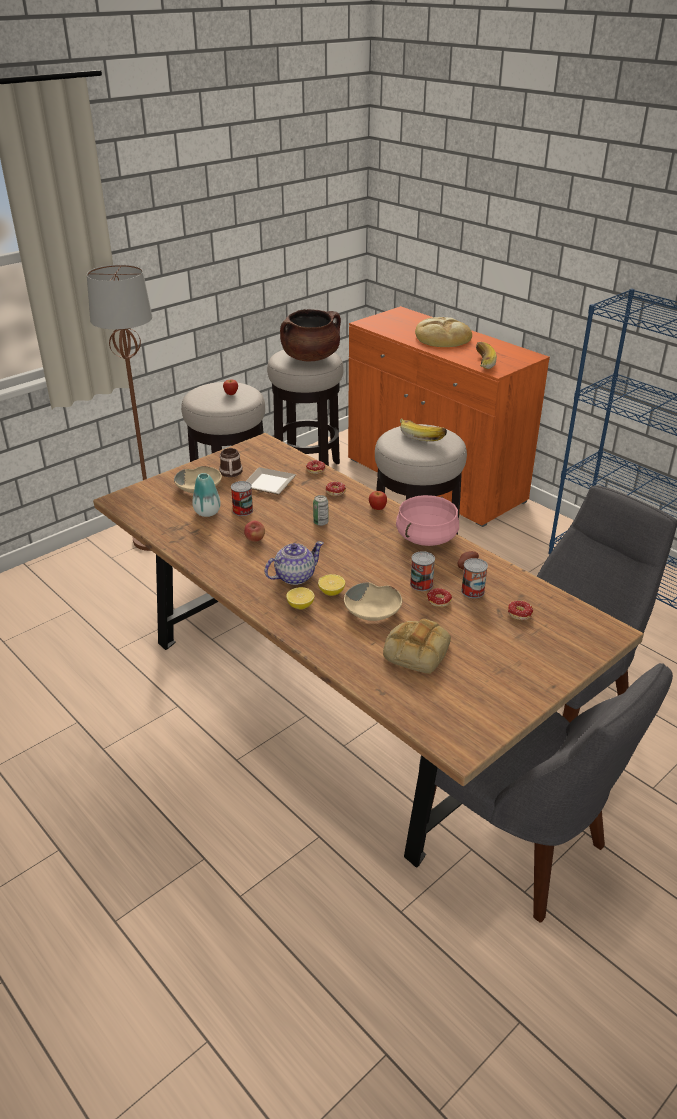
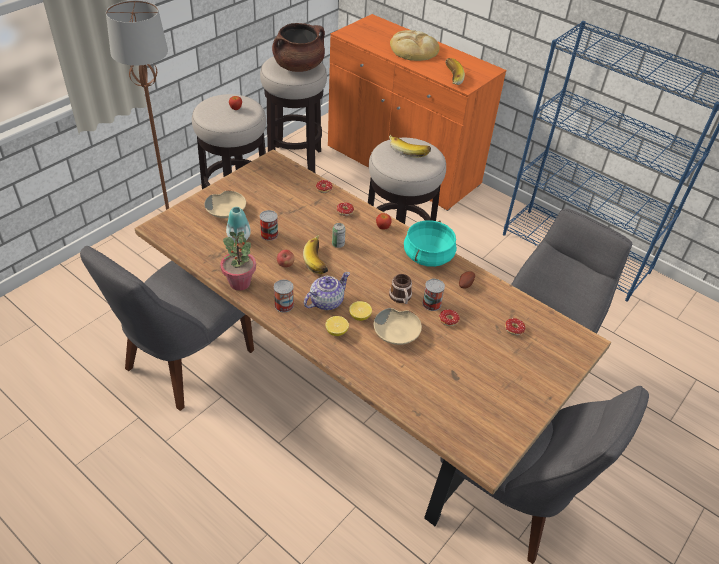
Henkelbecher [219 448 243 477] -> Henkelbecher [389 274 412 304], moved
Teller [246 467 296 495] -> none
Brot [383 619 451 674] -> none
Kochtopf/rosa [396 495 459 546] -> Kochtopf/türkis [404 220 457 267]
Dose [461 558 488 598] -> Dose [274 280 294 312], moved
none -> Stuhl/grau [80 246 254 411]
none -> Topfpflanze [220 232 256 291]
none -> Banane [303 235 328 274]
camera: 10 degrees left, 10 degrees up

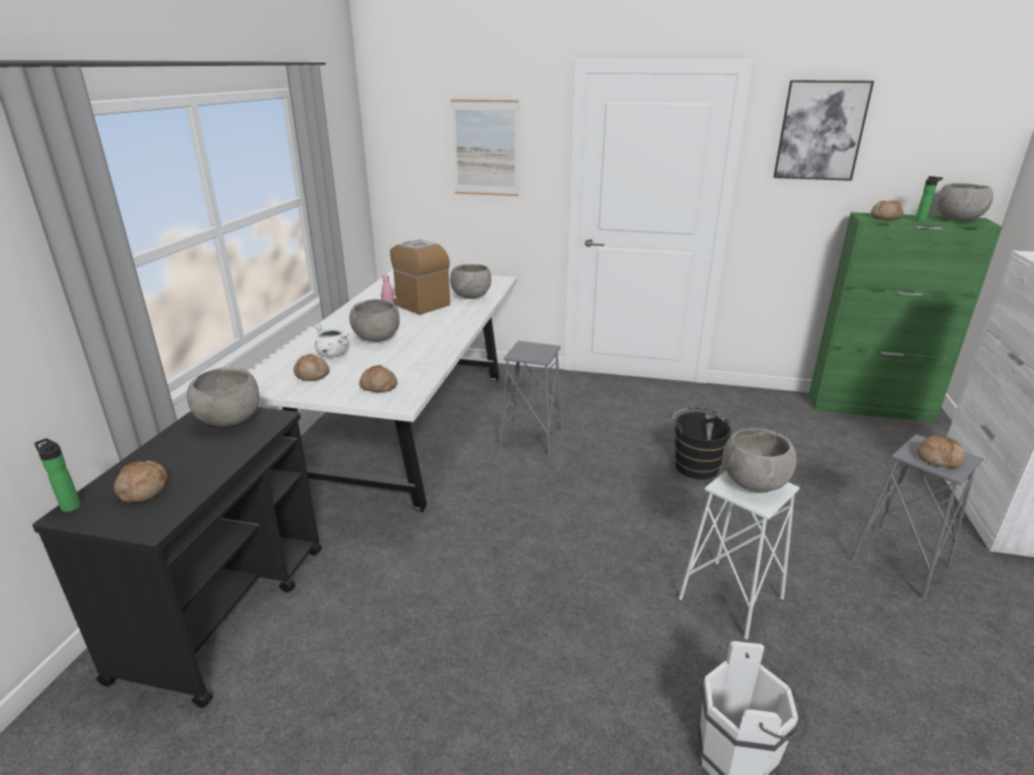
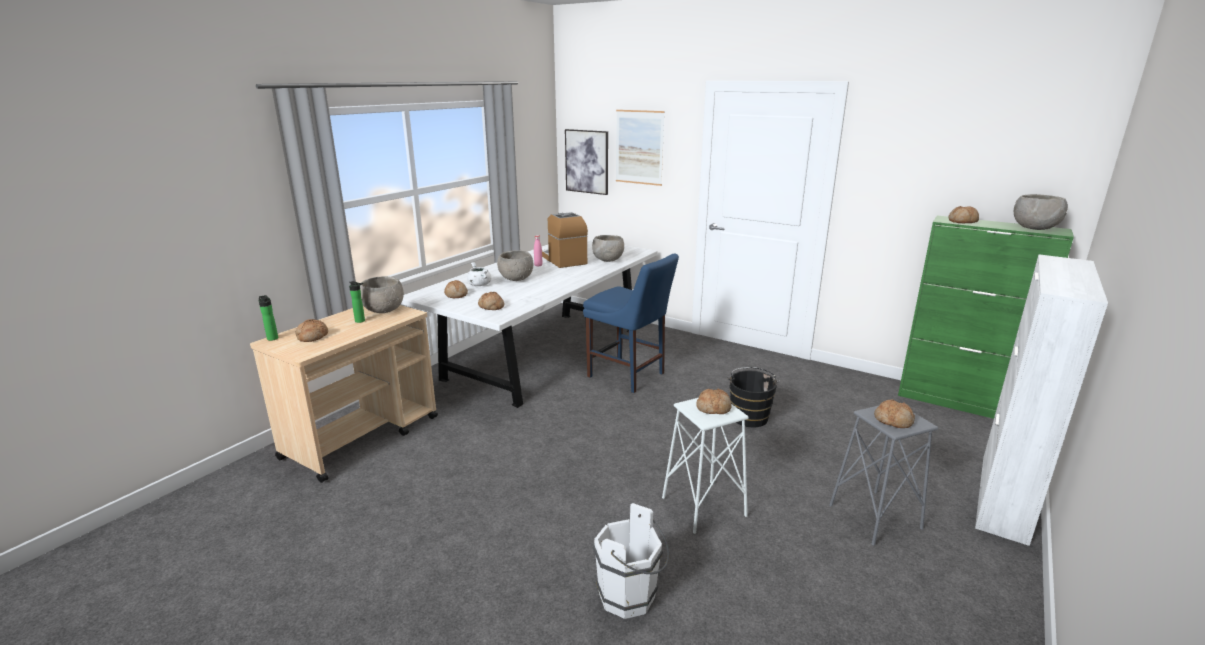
Rollwagen/schwarz [32 407 322 708] -> Rollwagen/beige [250 305 438 483]
Hocker/grau [498 341 563 457] -> Stuhl/blau [583 254 679 393]
Schüssel/grau [723 428 796 492] -> Brot [696 389 732 414]
Bild [773 80 874 181] -> Bild [565 129 608 195], moved
Flasche [915 176 943 222] -> Flasche [349 281 365 323], moved
camera: 20 degrees right, 5 degrees down

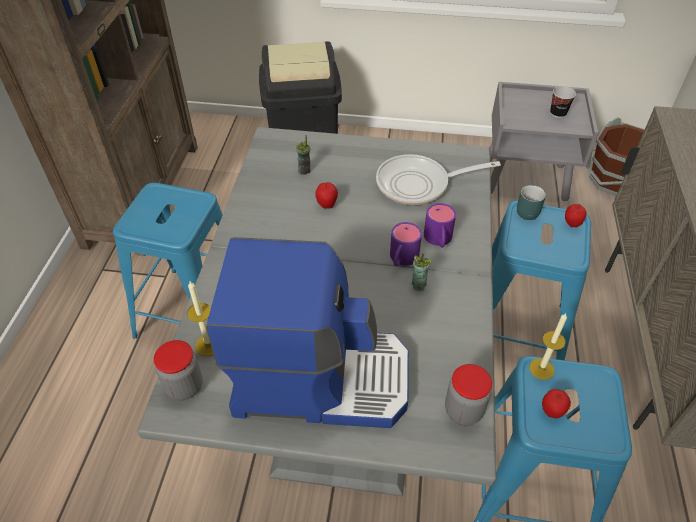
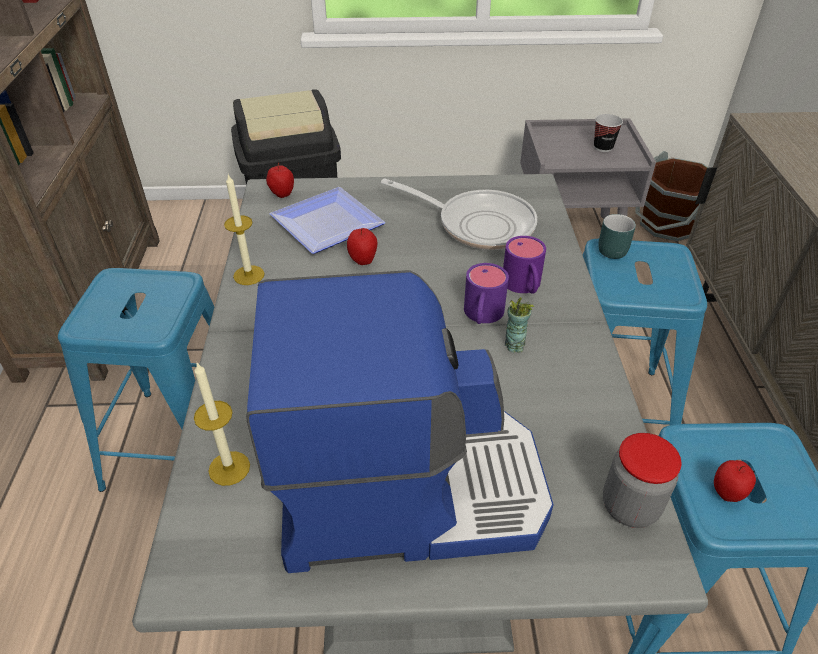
Vorratsglas [154 340 203 400] -> none
Tasse [295 135 311 175] -> Teller [270 187 385 254]
Pfanne [376 154 501 205] -> Pfanne [381 178 537 250], 135 degrees counterclockwise
Kerze [529 313 567 380] -> Kerze [224 174 265 285], moved
Apfel [565 204 586 227] -> Apfel [266 163 294 198], moved
camera: 10 degrees left, 5 degrees down

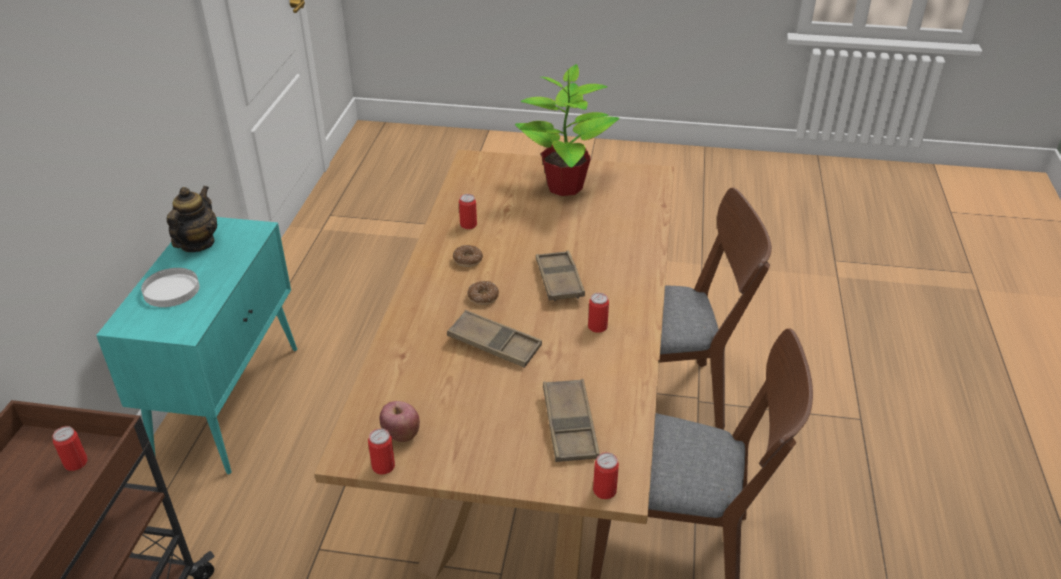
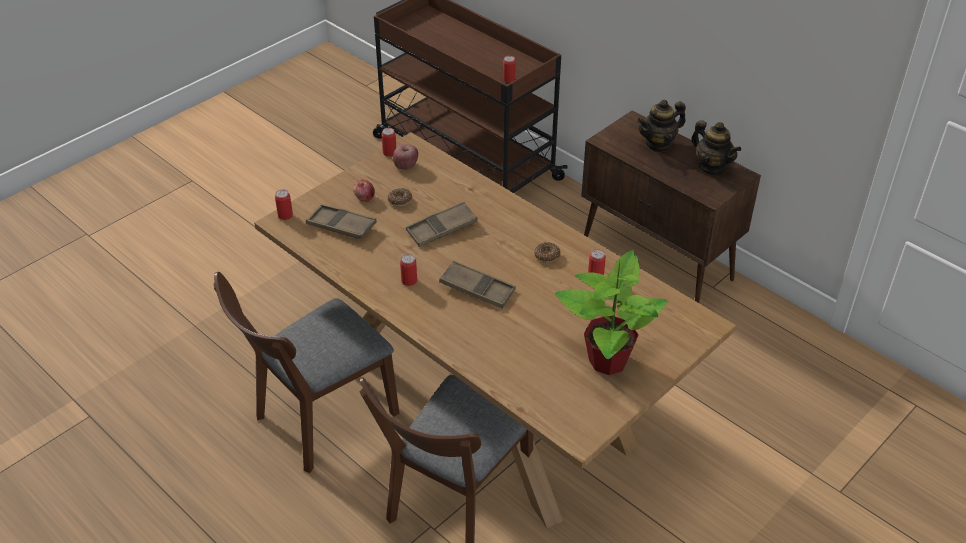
Schrank/türkis [96 217 297 474] -> Schrank/braun [581 110 761 303]
Teller/weiß [141 268 199 307] -> Teekanne [637 100 686 152]
Donut [467 281 499 305] -> Donut [387 188 412 207], moved
none -> Apfel [353 179 375 202]
camera: 125 degrees right, 5 degrees up

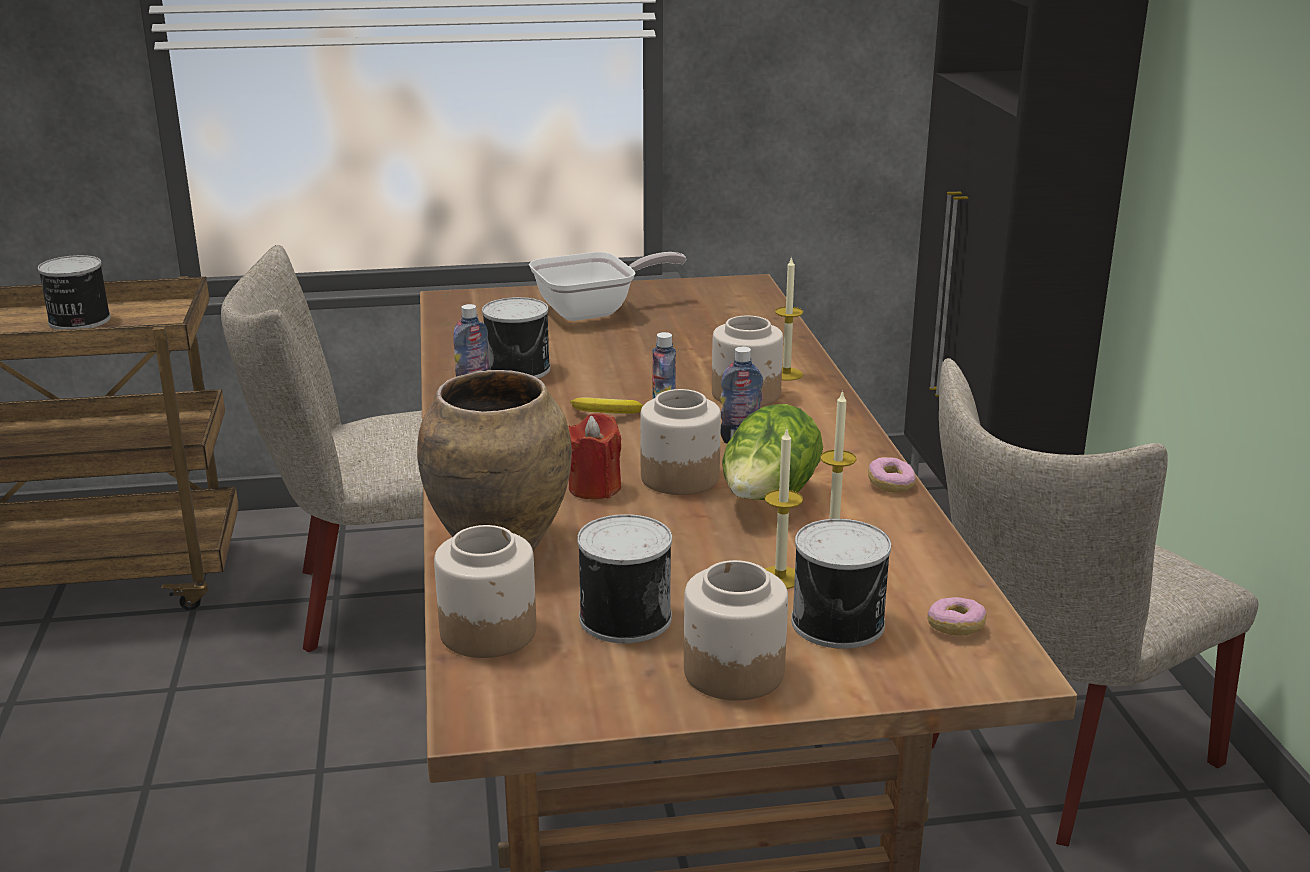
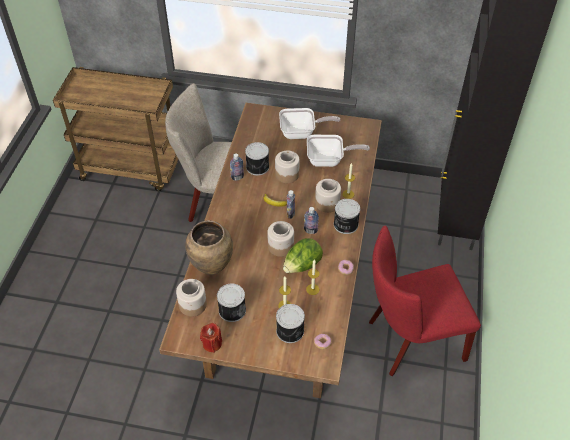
Dose [38 255 111 330] -> Dose [334 199 360 234], moved
Kerze/rot [568 413 621 499] -> Kerze/rot [200 323 222 353], moved
Vorratsglas [684 560 788 701] -> Vorratsglas [275 151 300 183], moved
Stuhl/beige [932 358 1258 847] -> Stuhl/rot [369 225 481 376]
none -> Pfanne [307 135 370 167]
camera: 20 degrees right, 25 degrees up

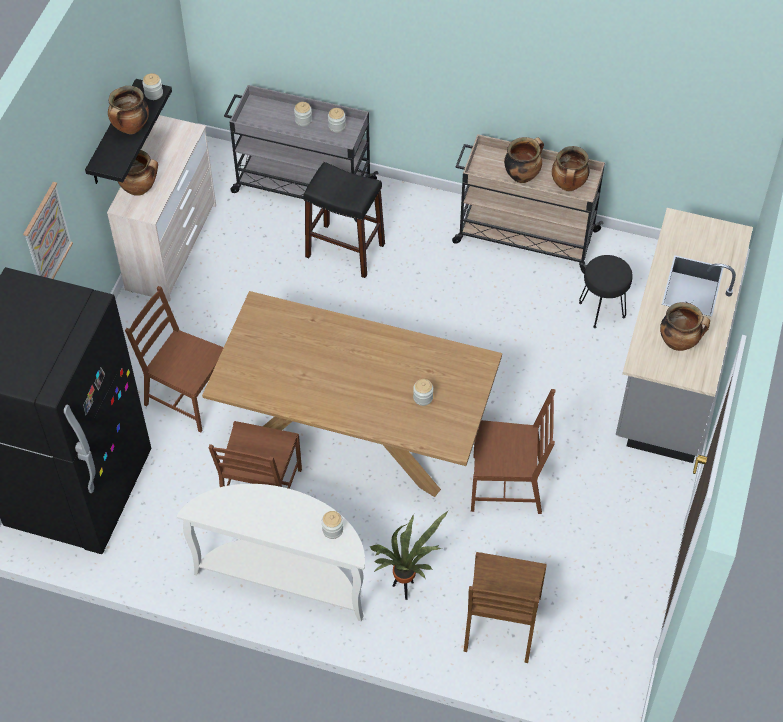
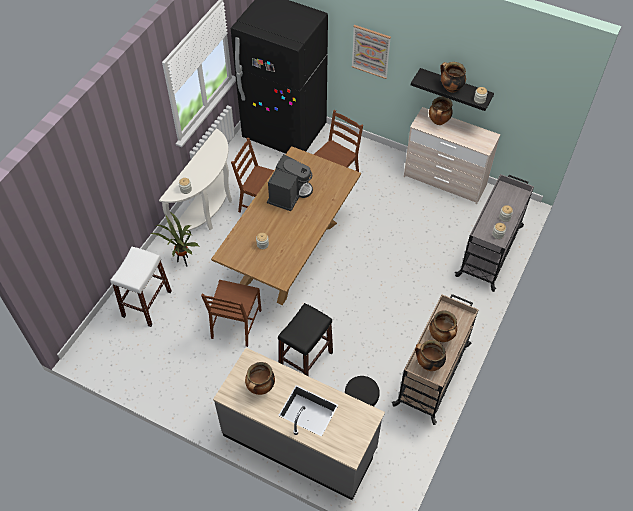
Hocker/schwarz [303 162 385 278] -> Hocker/schwarz [278 303 333 376], moved
Stuhl/braun [464 552 547 663] -> Hocker/weiß [110 247 172 327]
none -> Kaffeemaschine [267 154 313 211]
camera: 100 degrees right, 0 degrees up

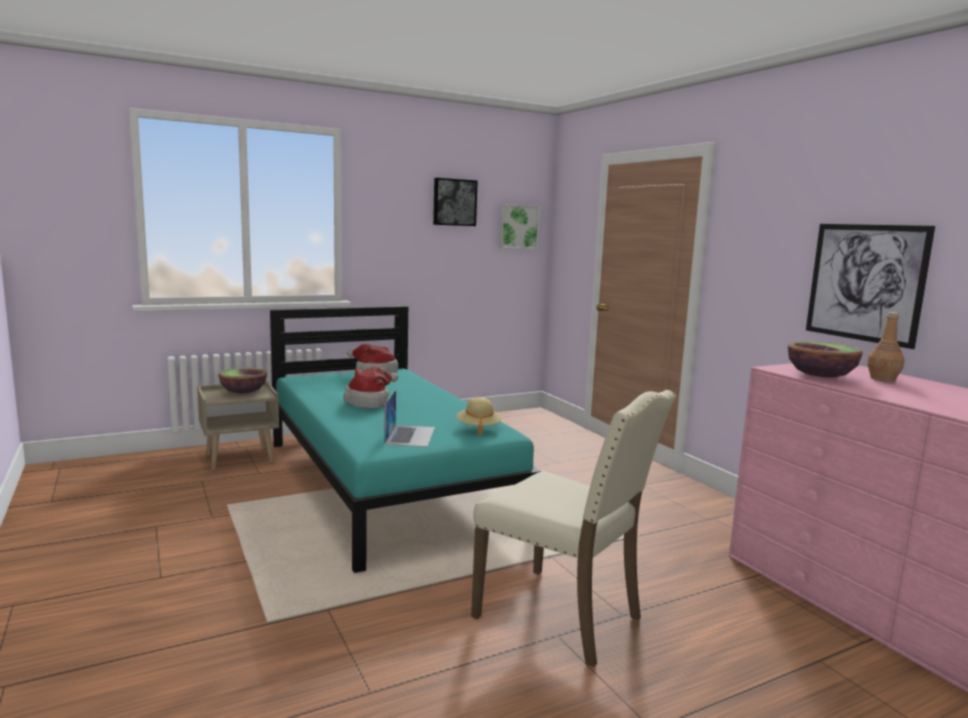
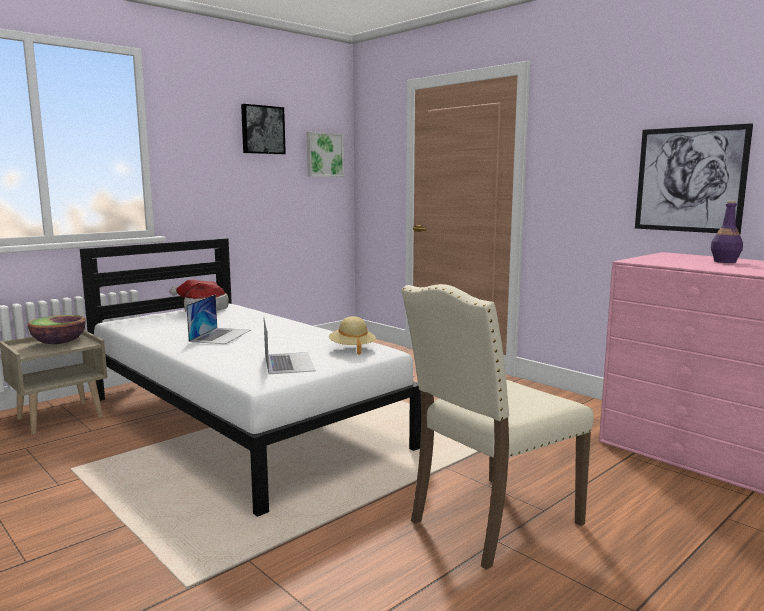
Bett/türkis [270 306 542 573] -> Bett/weiß [80 238 421 517]
Hut [344 366 398 408] -> Laptop [186 294 251 344]
Stuhl/beige [471 390 676 667] -> Stuhl/beige [401 284 594 570], 120 degrees clockwise
Schüssel [788 341 863 377] -> none
Flasche/braun [867 312 904 382] -> Flasche/lila [711 201 743 263]
camera: 15 degrees left, 0 degrees up

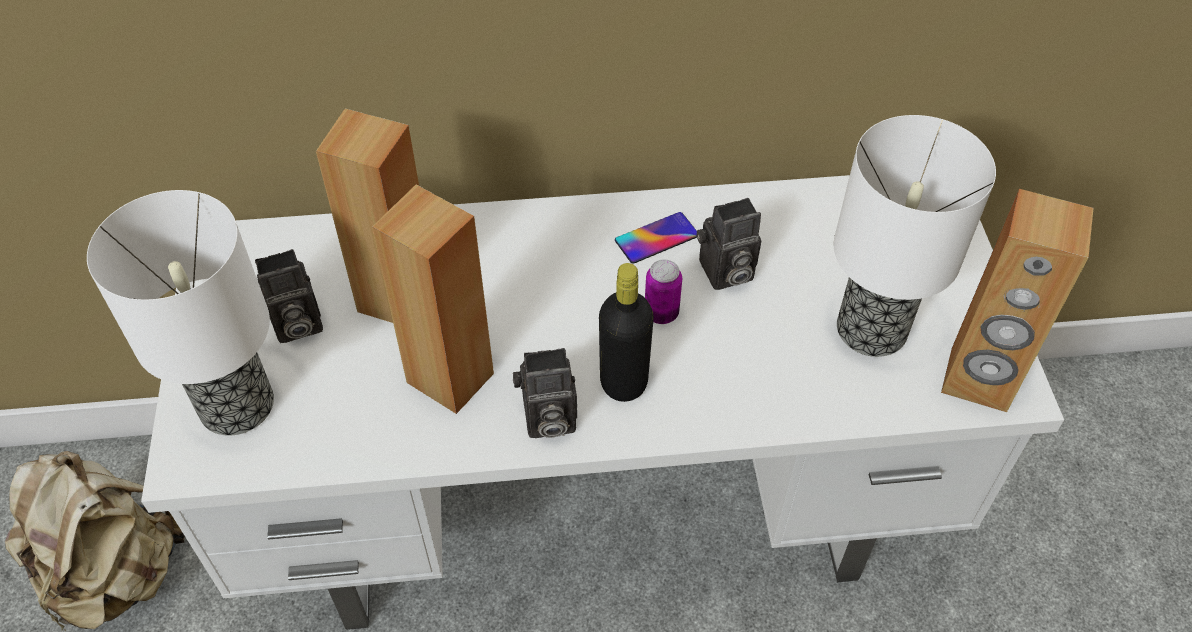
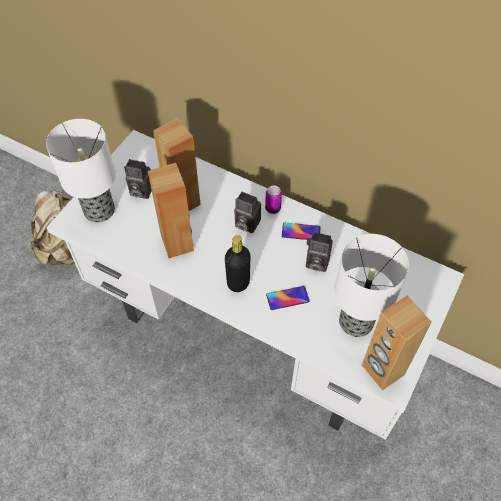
Kamera [513 348 577 438] -> Kamera [234 192 261 233], moved
Dose [645 259 682 324] -> Dose [265 185 282 214], moved
none -> Handy [266 286 310 310]
camera: 35 degrees right, 5 degrees up

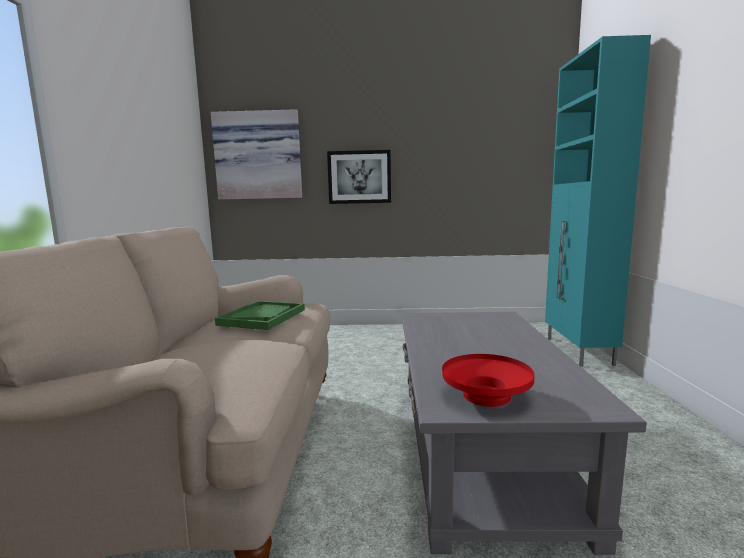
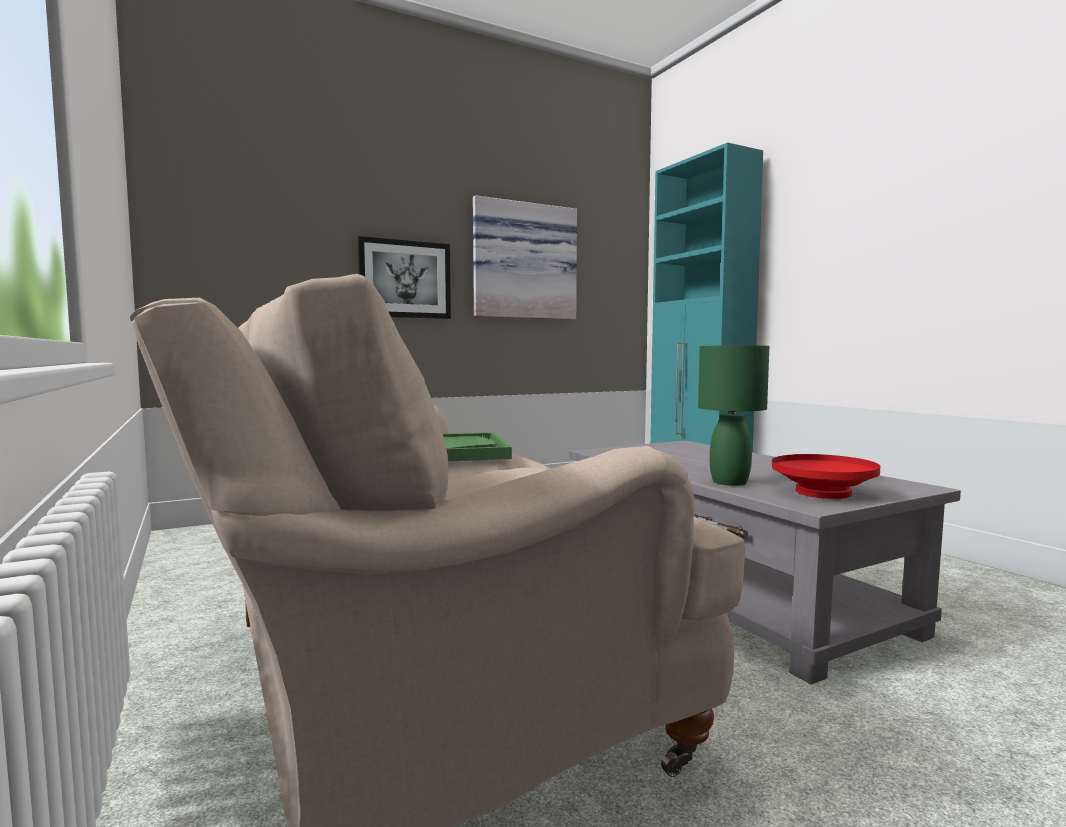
Bild [211 109 302 200] -> Bild [473 195 577 319], moved
none -> Tischlampe/grün [698 345 769 486]
camera: 30 degrees left, 5 degrees down

